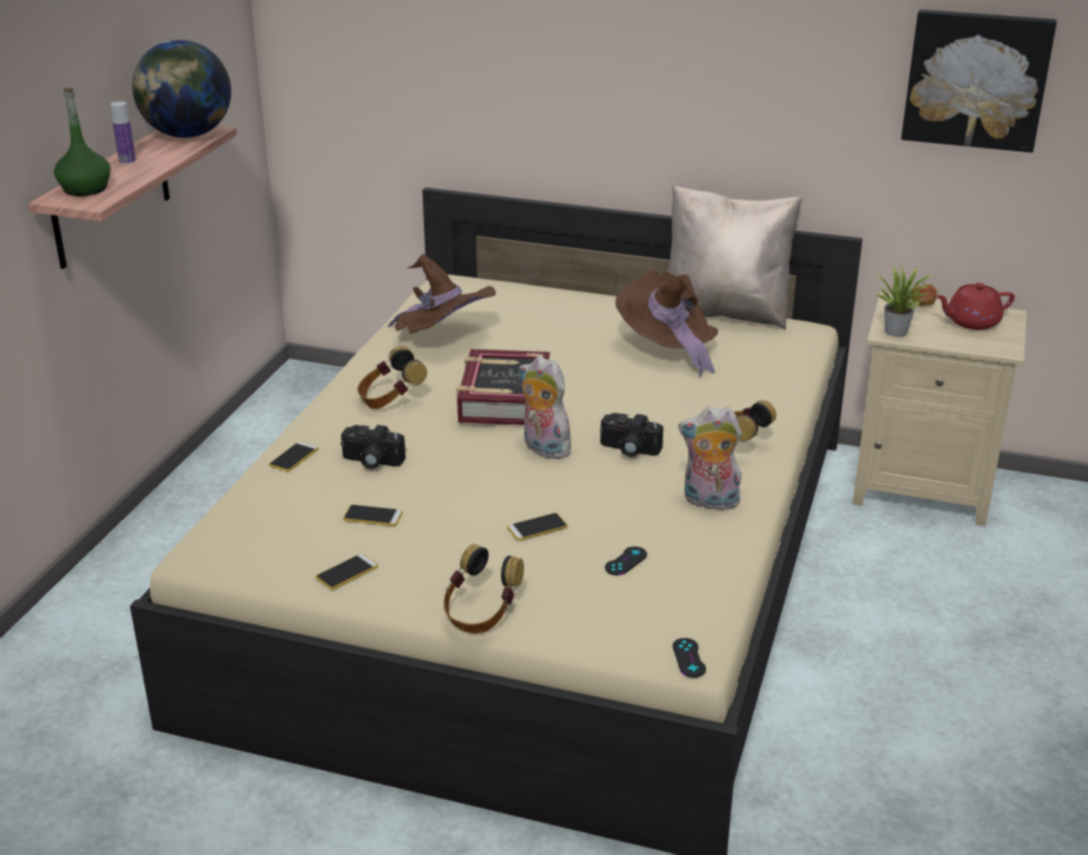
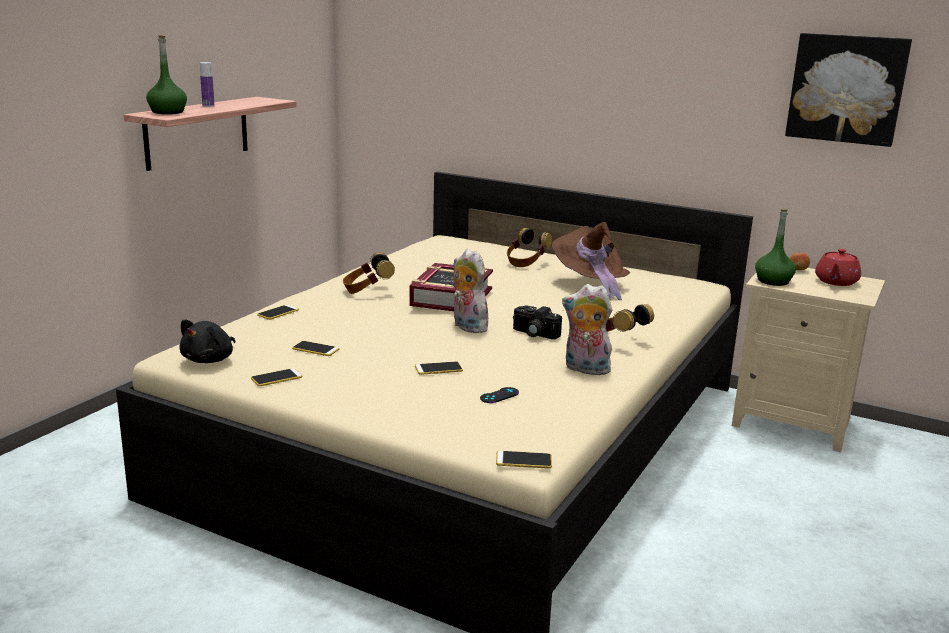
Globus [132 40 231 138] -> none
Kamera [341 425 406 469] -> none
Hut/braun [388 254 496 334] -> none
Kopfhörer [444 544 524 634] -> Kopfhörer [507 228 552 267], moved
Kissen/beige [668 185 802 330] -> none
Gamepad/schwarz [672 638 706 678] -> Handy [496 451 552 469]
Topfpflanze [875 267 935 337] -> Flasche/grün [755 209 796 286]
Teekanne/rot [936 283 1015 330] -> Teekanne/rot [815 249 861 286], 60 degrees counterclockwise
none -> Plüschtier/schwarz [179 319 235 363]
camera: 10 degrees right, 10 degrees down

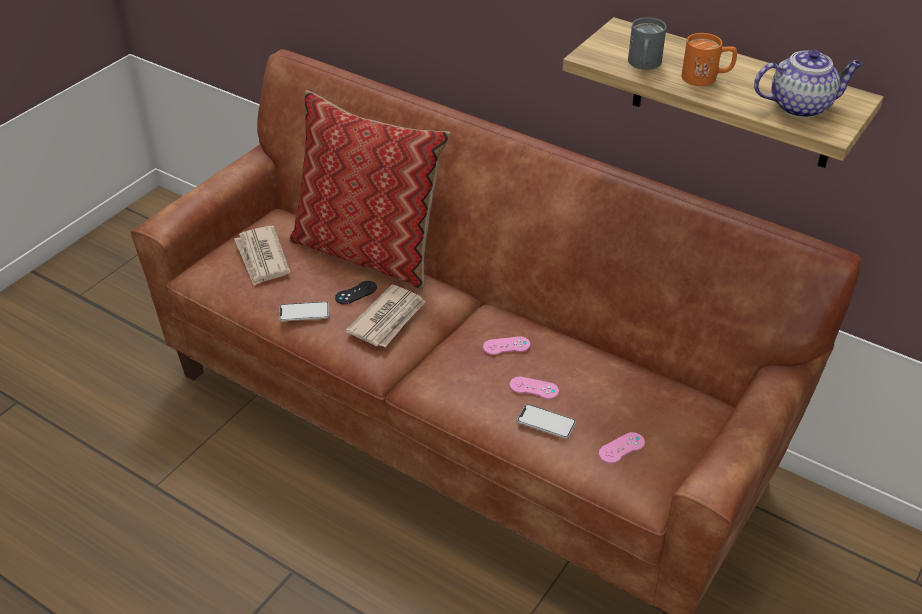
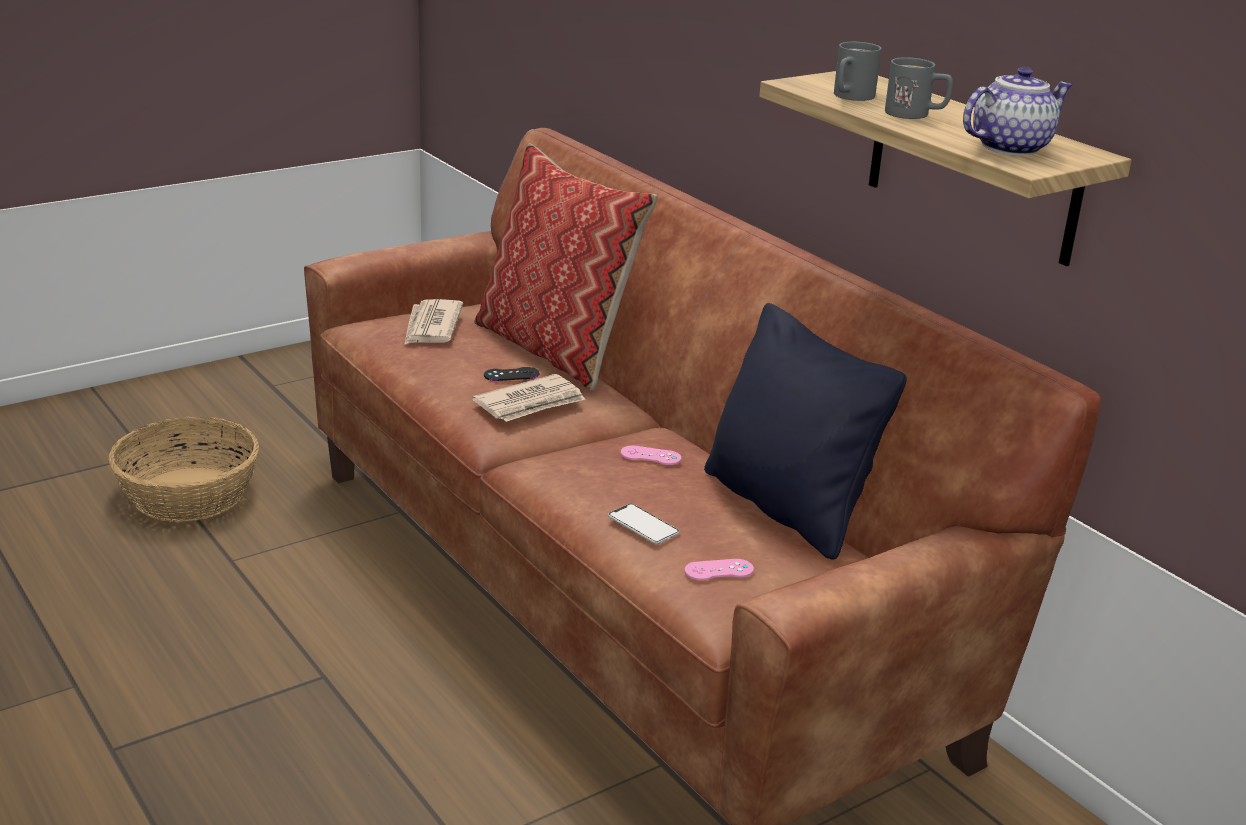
Handy [279 301 329 321] -> none
Gamepad/rosa [510 377 559 399] -> none
Henkelbecher/orange [681 33 737 86] -> Henkelbecher/grau [885 57 953 119]
Teekanne [754 49 863 118] -> Teekanne [963 67 1073 156], 45 degrees counterclockwise
none -> Korb [109 417 259 522]
none -> Kissen/schwarz [704 303 907 560]
camera: 20 degrees right, 15 degrees down

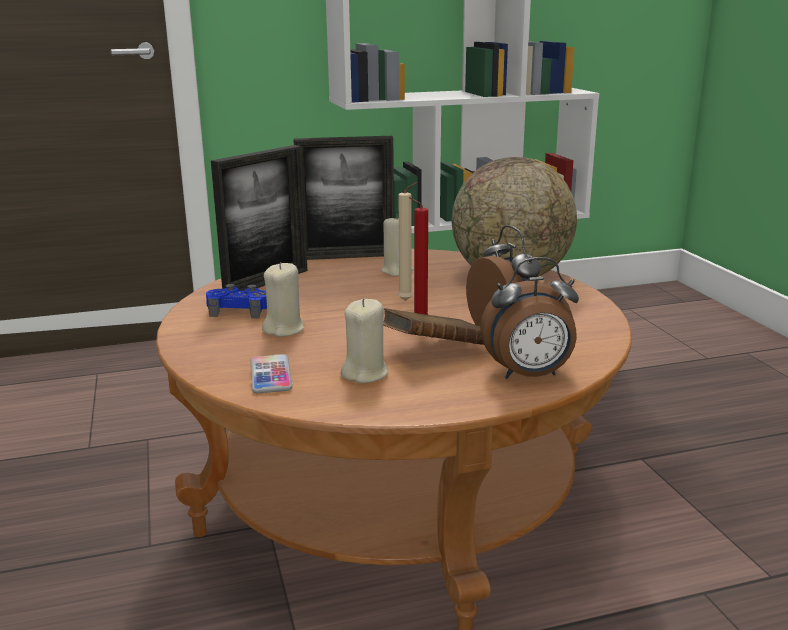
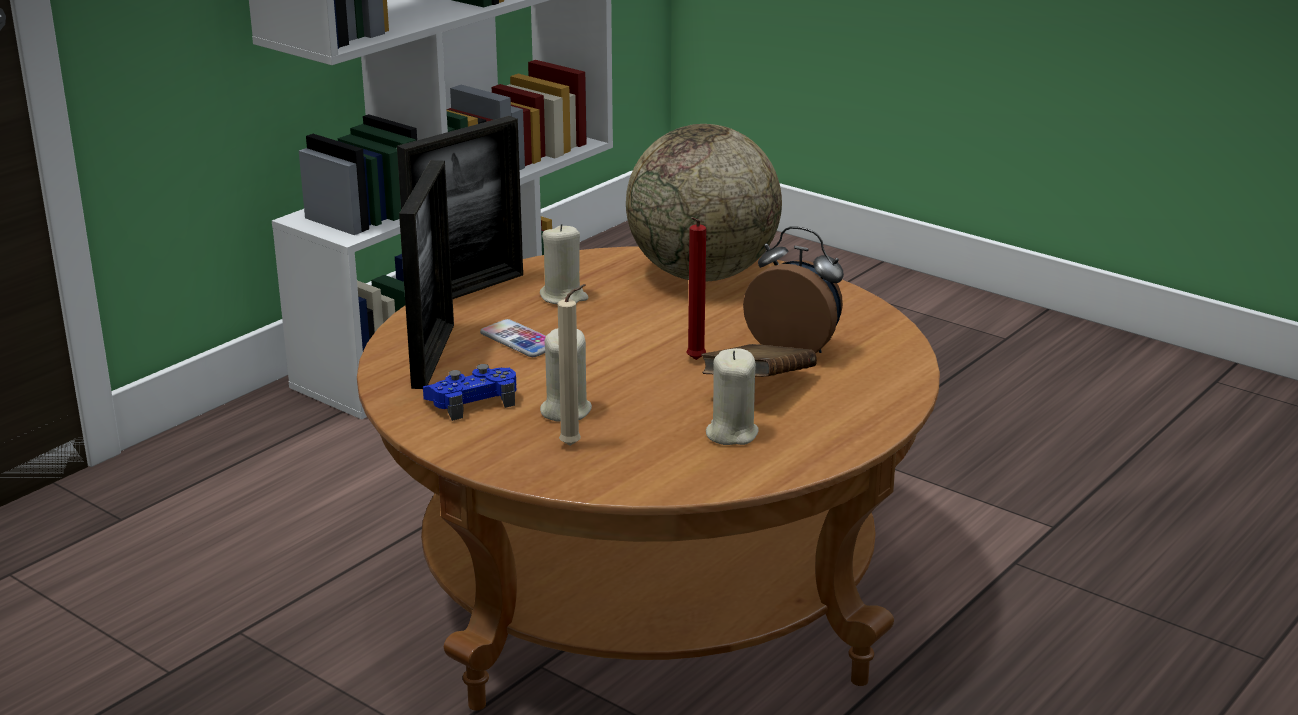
Handy [250 354 293 393] -> Handy [480 319 546 357], moved
Kerze/beige [398 182 418 301] -> Kerze/beige [558 284 585 446], moved
Wecker [480 257 579 379] -> none
camera: 35 degrees left, 5 degrees up

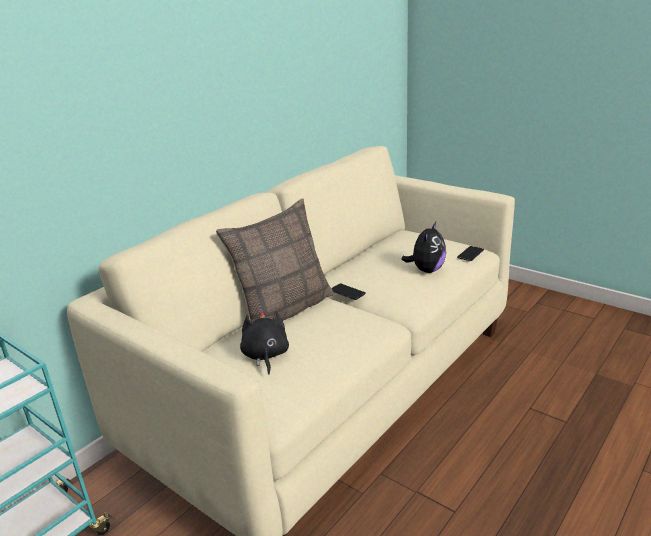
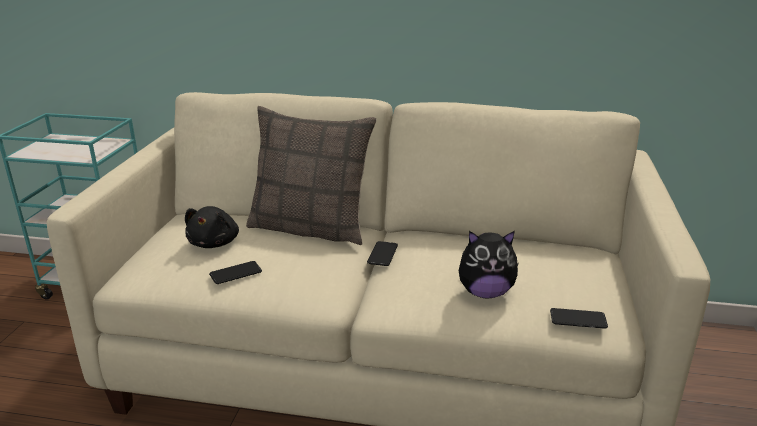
Plüschtier/schwarz [240 310 289 375] -> Plüschtier/schwarz [185 206 239 248], 135 degrees clockwise
none -> Handy [209 261 262 284]
camera: 60 degrees right, 0 degrees up

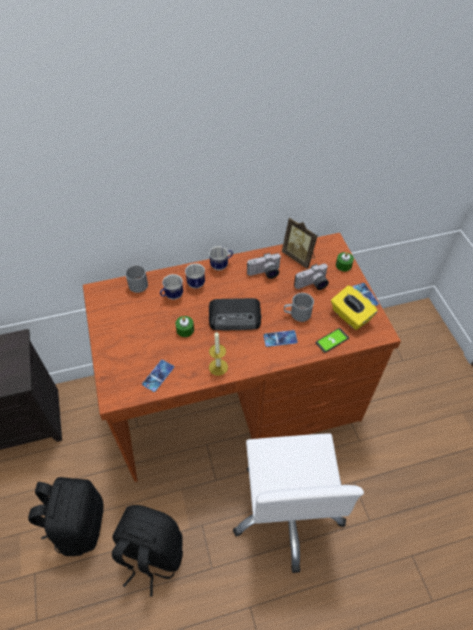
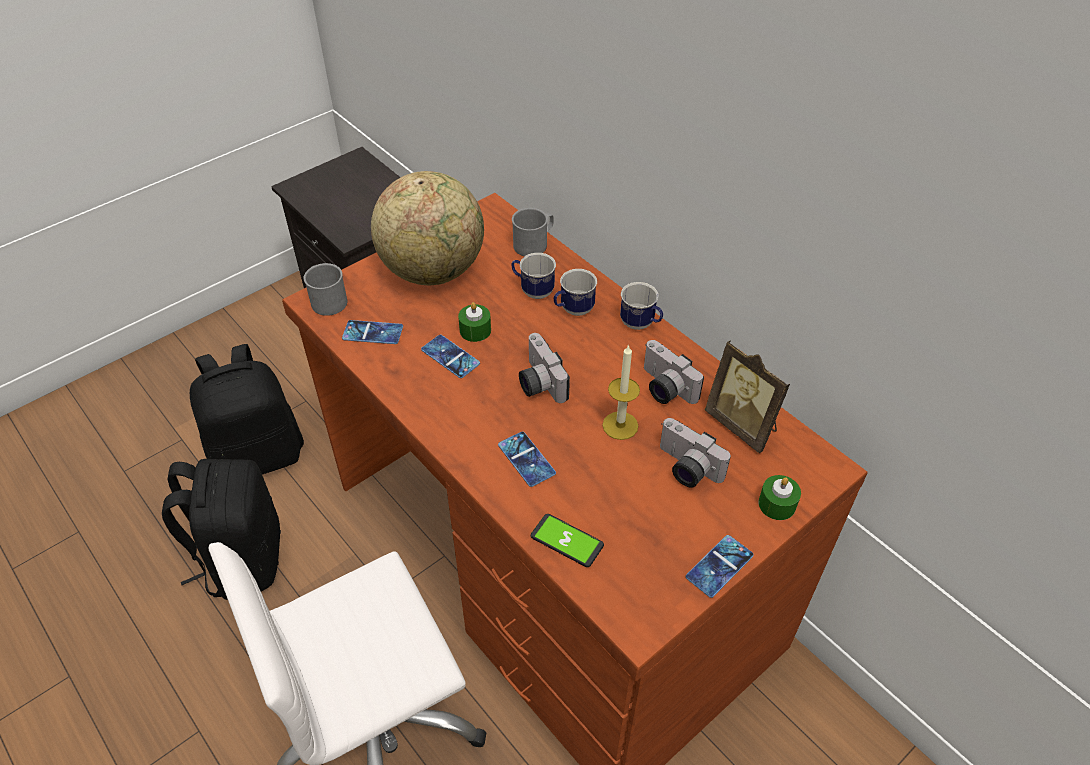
Radio [209 298 261 330] -> Kamera [519 333 570 403]
Kerze [209 331 228 376] -> Kerze [602 344 640 440], moved
Bilderrahmen [282 217 318 269] -> Bilderrahmen [705 340 790 454], 60 degrees counterclockwise
Henkelbecher/grau [284 293 314 322] -> Henkelbecher/grau [304 263 347 316], moved
Taschentuchbox/gelb [331 285 378 330] -> none
none -> Globus [371 171 484 285]
none -> Handy [421 335 480 378]
camera: 65 degrees right, 5 degrees down

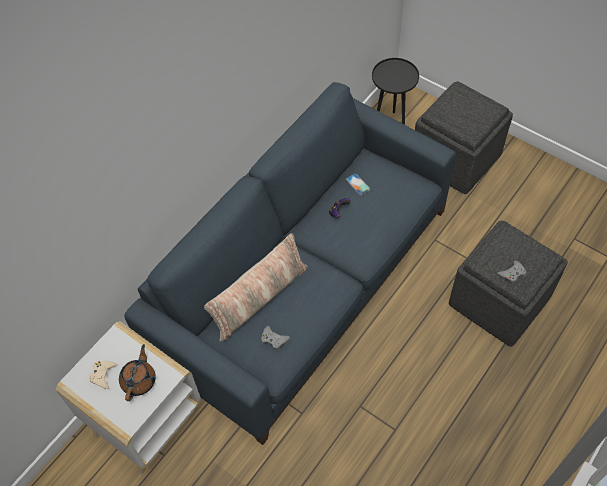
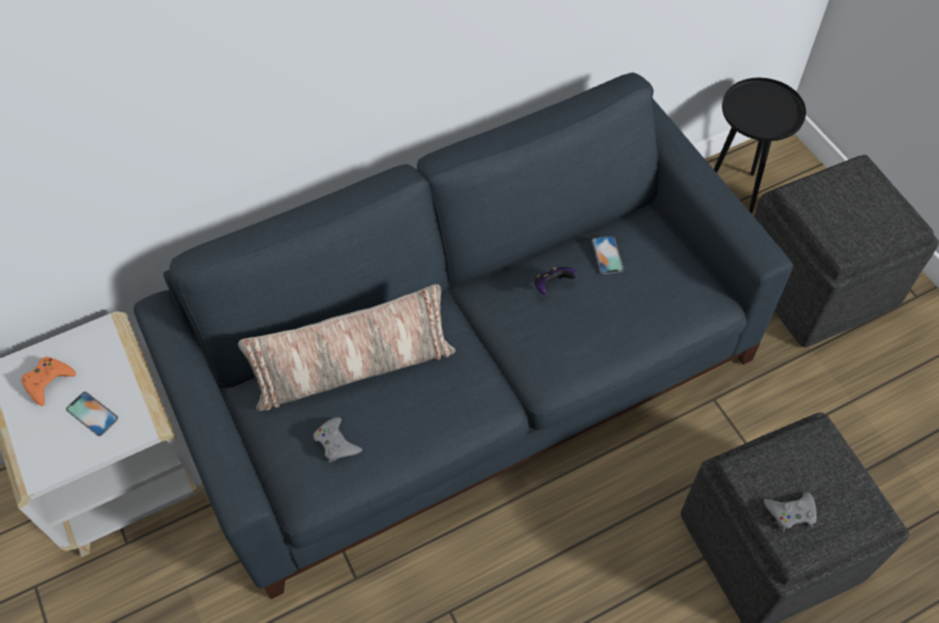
Gamepad/beige [89 361 117 389] -> Gamepad/orange [21 357 76 406]
Teekanne/braun [119 344 156 401] -> Handy [66 392 118 436]
camera: 25 degrees right, 0 degrees up

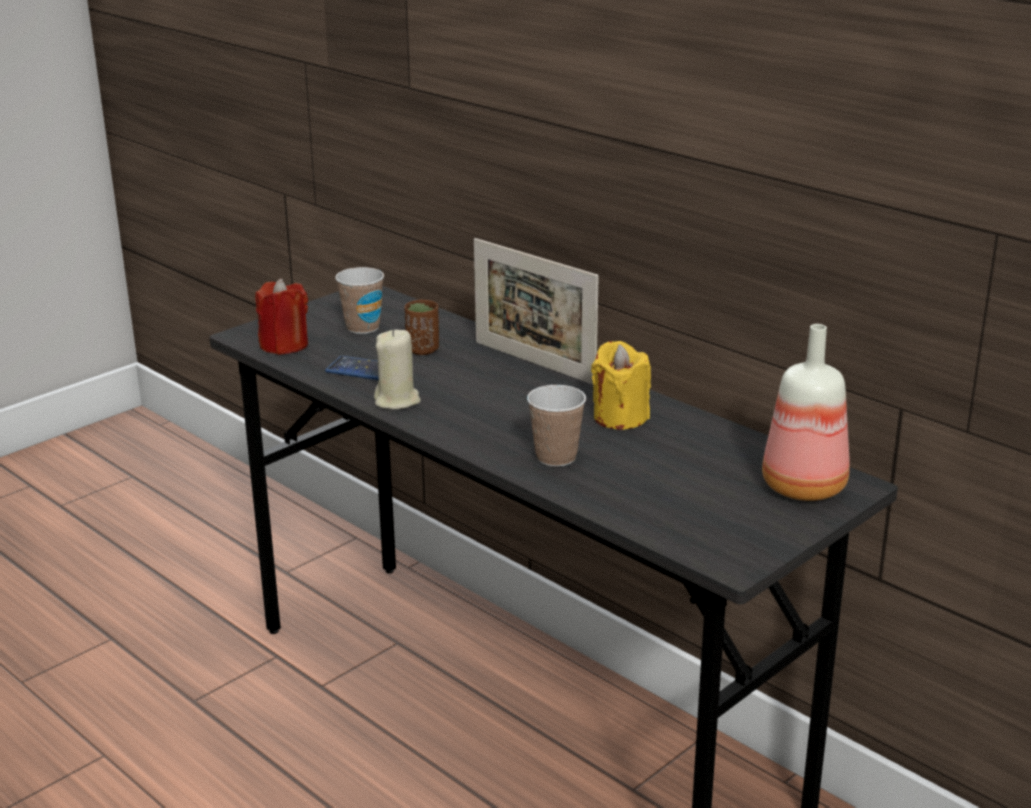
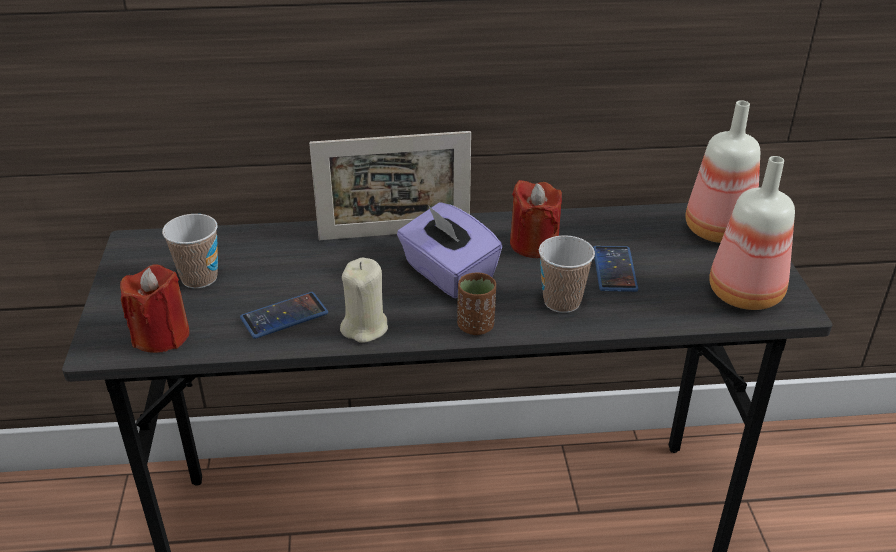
Tasse/braun [404 299 439 355] -> Tasse/braun [457 272 496 335], moved
Kerze/gelb [591 341 651 430] -> Kerze/rot [510 180 562 258]
none -> Taschentuchbox/lila [397 202 502 298]
none -> Handy [593 246 638 292]
none -> Flasche [709 156 795 310]
camera: 50 degrees left, 10 degrees up

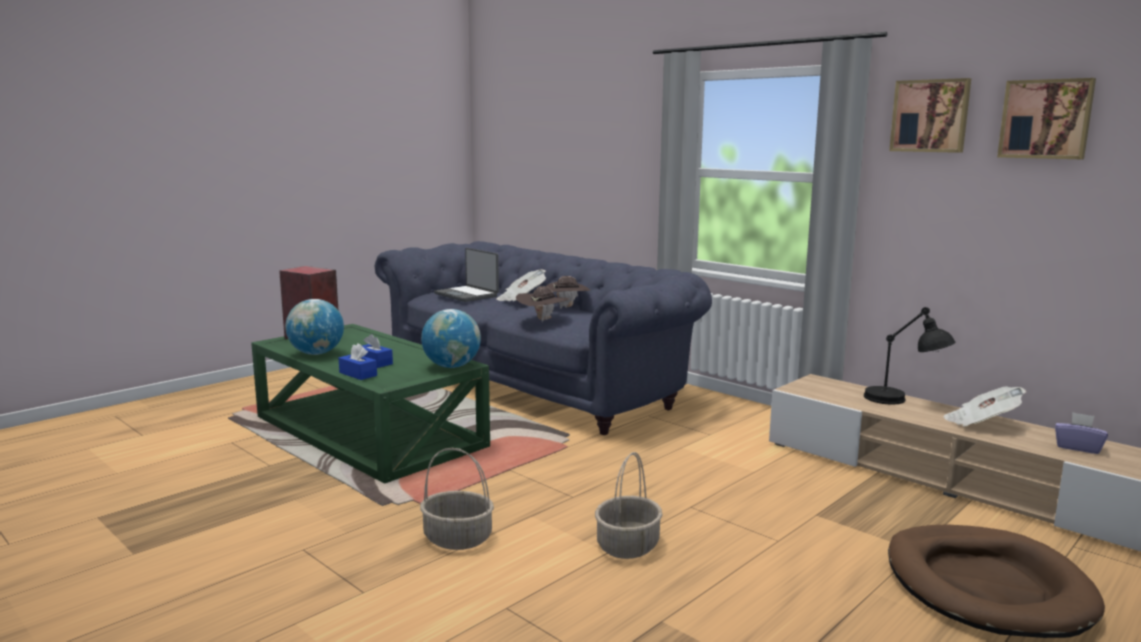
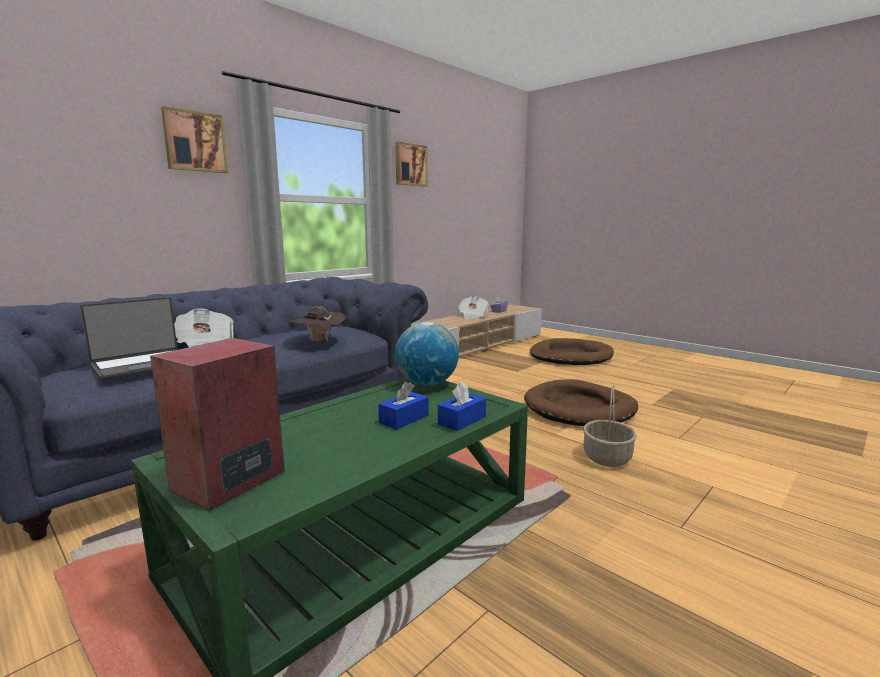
Globus [285 299 344 355] -> none
Hut/braun [545 276 590 309] -> none
Korb [595 452 663 559] -> Hundebett/braun [524 379 638 426]
Tischlampe/schwarz [864 307 955 405] -> none
Bild [997 78 1096 159] -> Bild [161 106 228 173], moved
camera: 90 degrees left, 0 degrees up

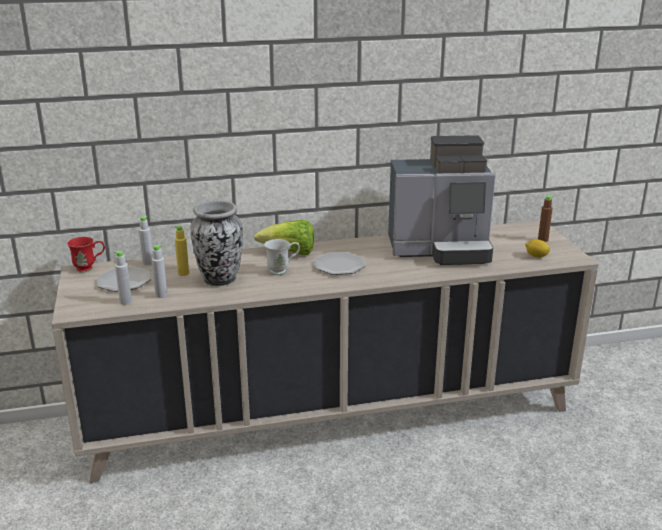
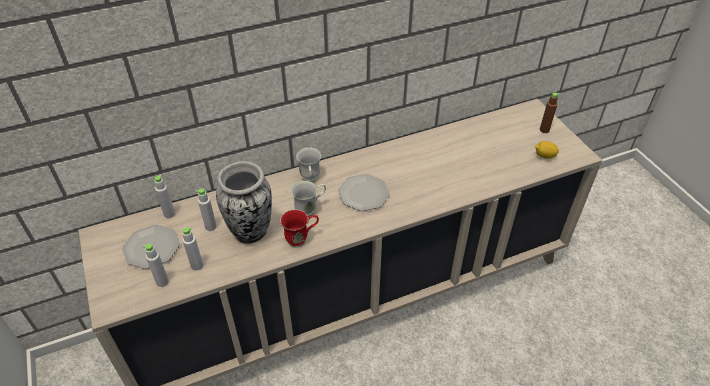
Henkelbecher/rot [67 237 105 273] -> Henkelbecher/rot [280 209 319 247], moved
Flasche/gelb [174 226 189 276] -> Flasche/grau [196 188 217 231]
Salatkopf [254 220 314 255] -> Henkelbecher/weiß [296 147 321 182]
Kaffeemaschine [388 135 496 265] -> none
camera: 10 degrees left, 20 degrees up

